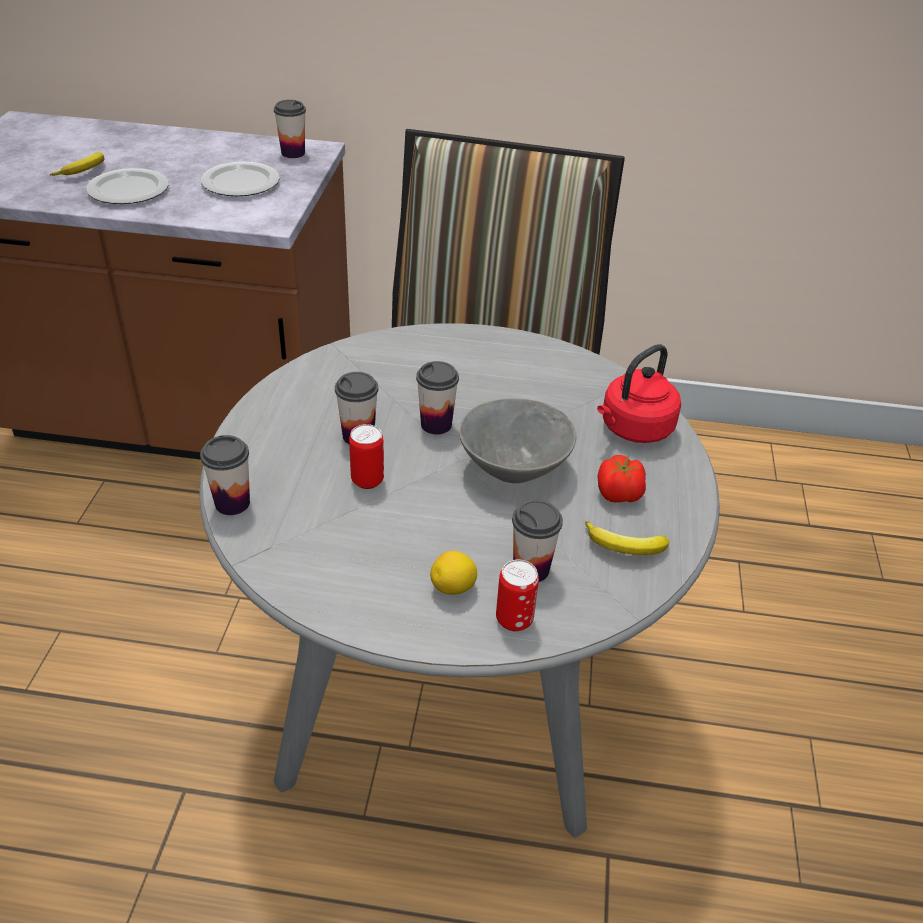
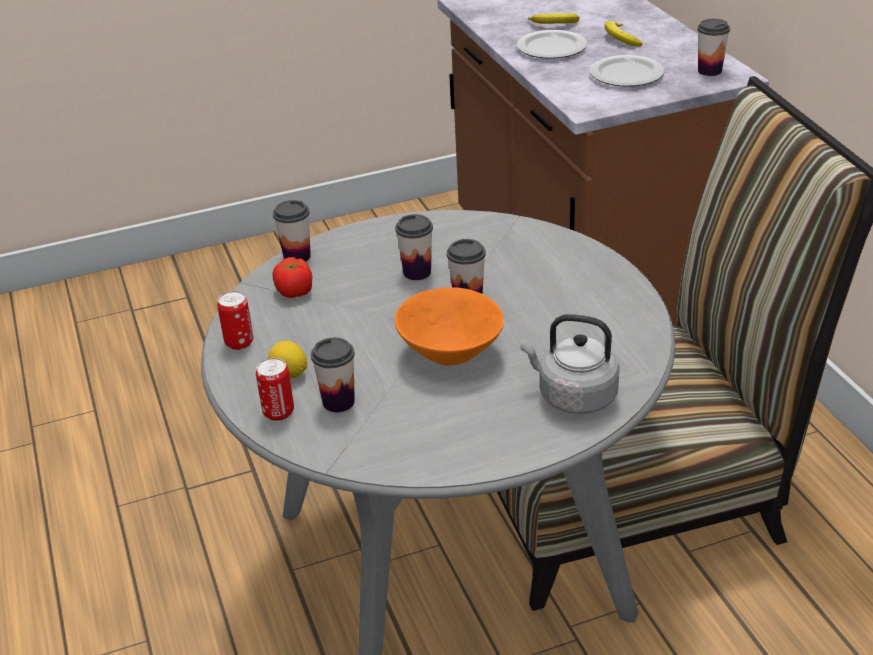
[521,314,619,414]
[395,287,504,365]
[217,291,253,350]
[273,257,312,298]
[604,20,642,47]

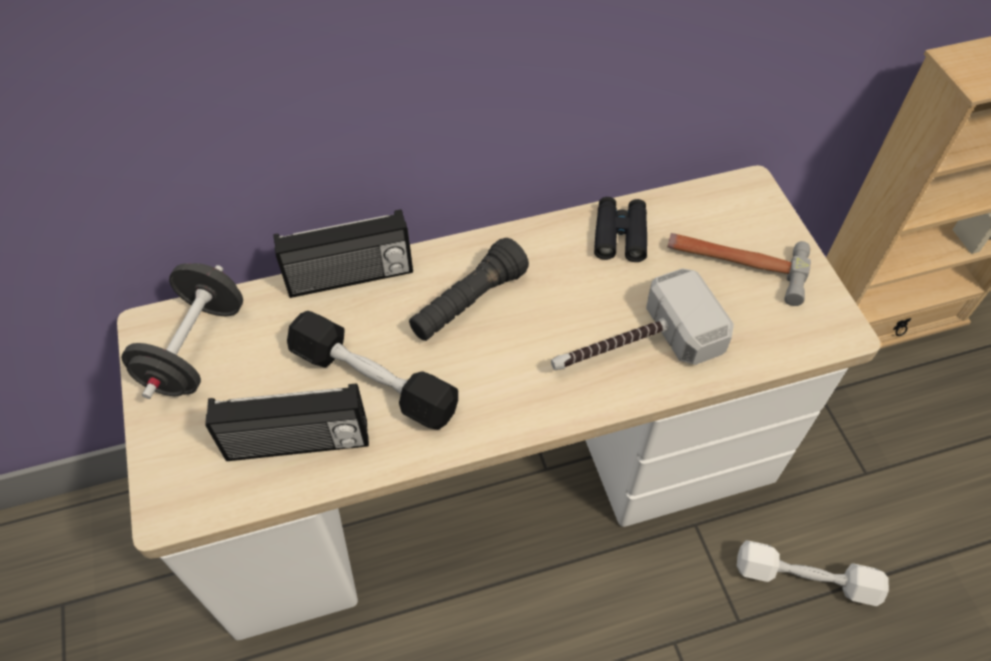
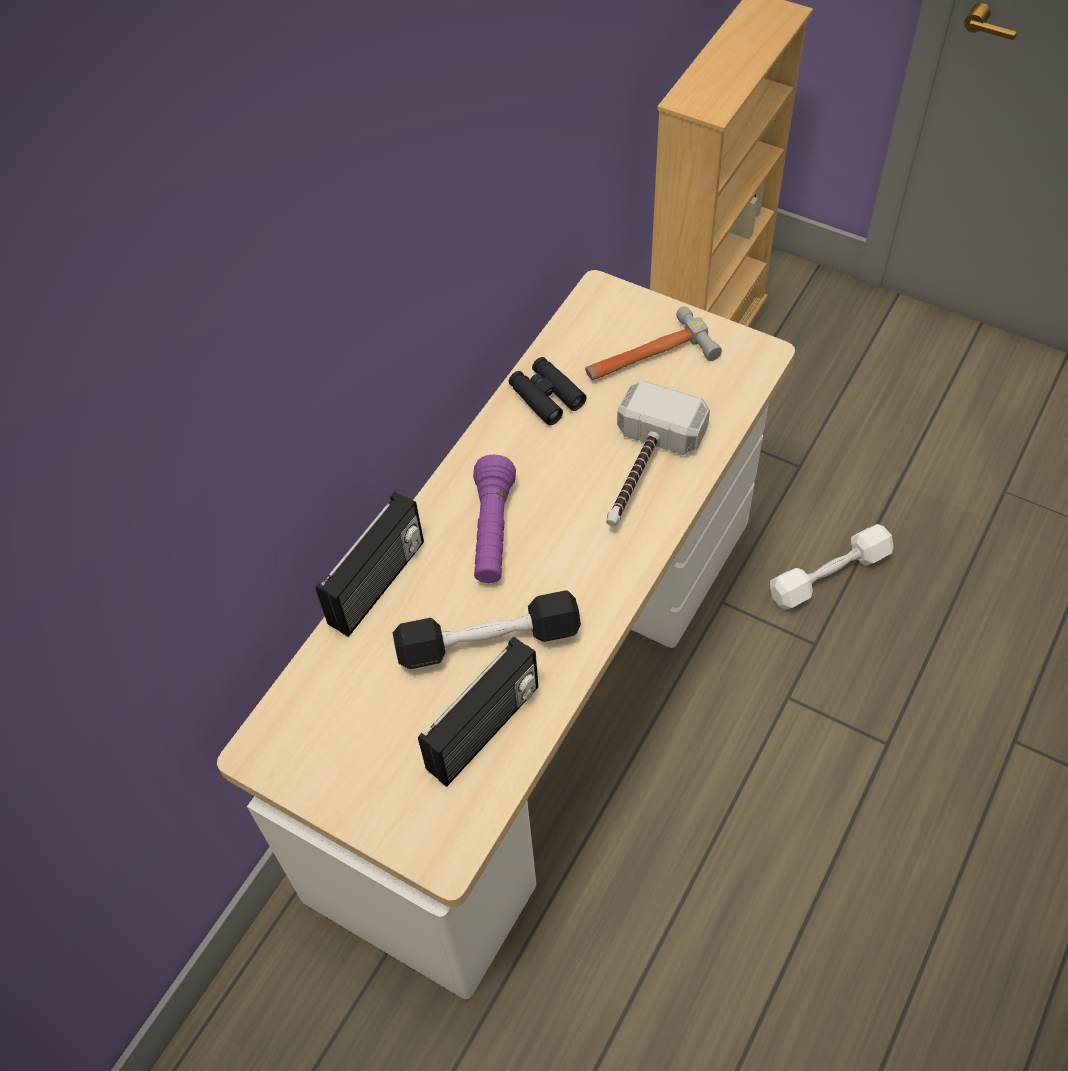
[473,455,516,583]
[121,263,243,399] (first image)

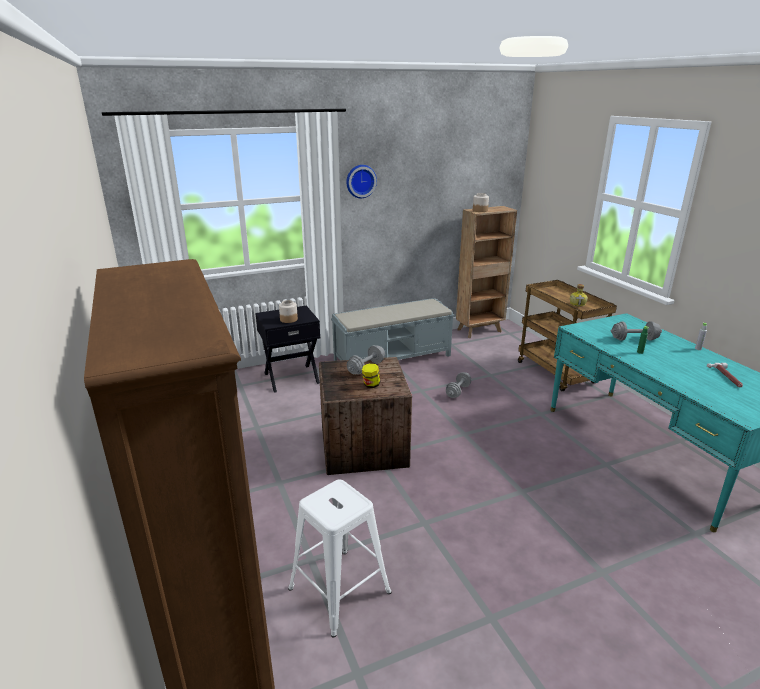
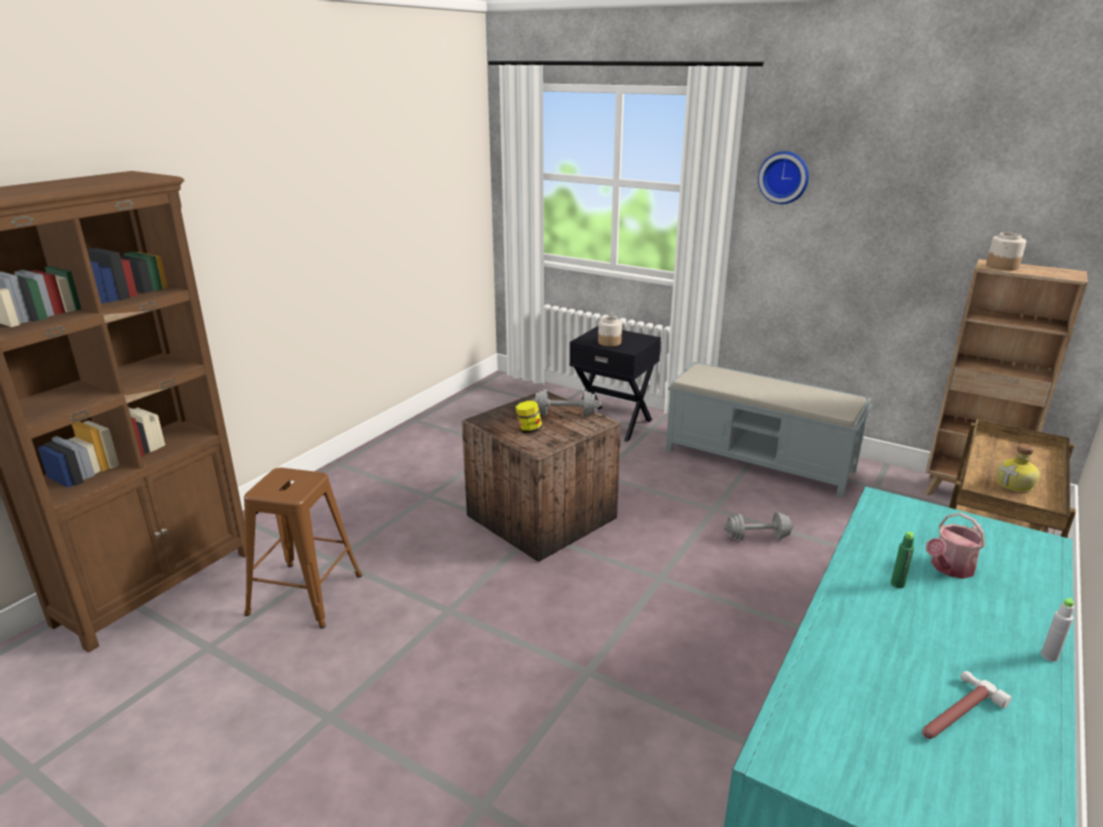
[926,513,985,579]
[244,468,363,629]

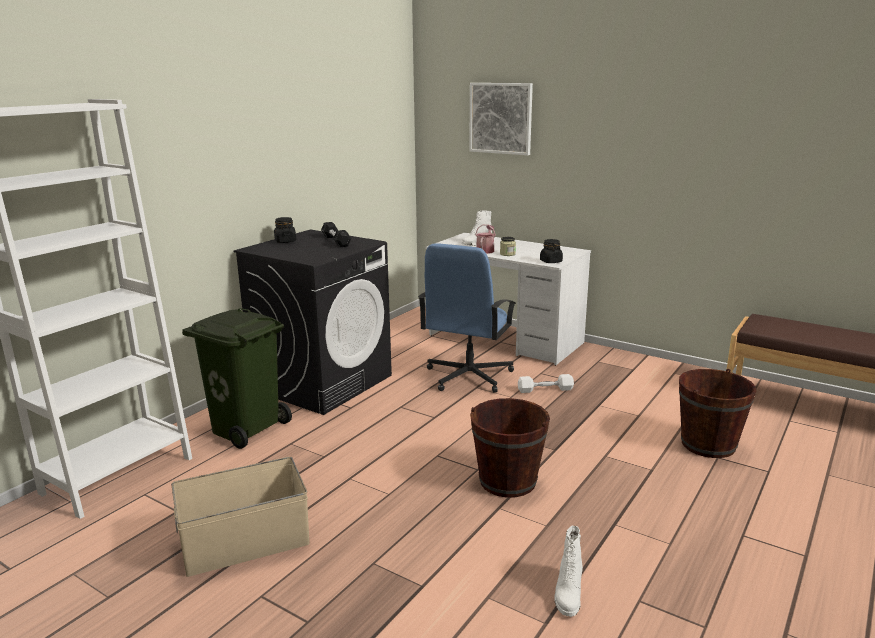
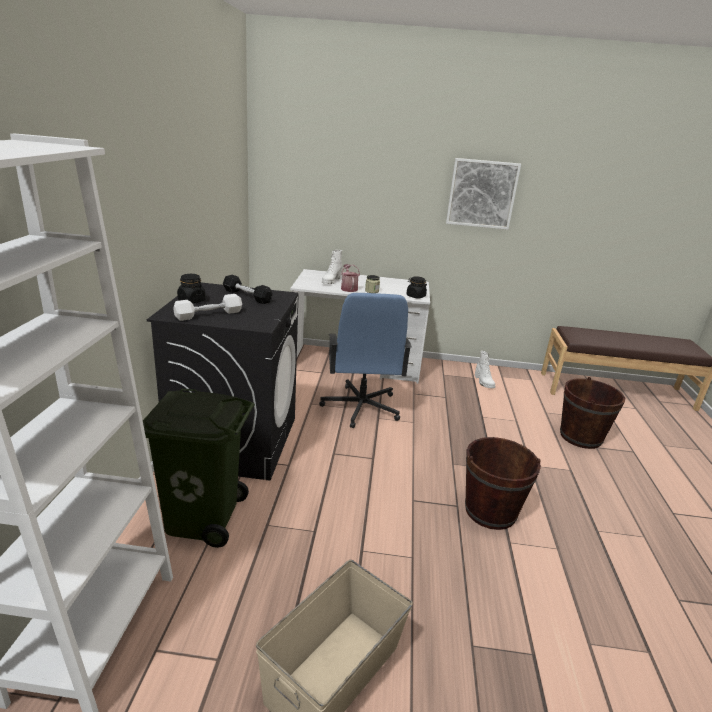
[446,158,521,230]
[173,294,242,321]
[475,351,495,388]

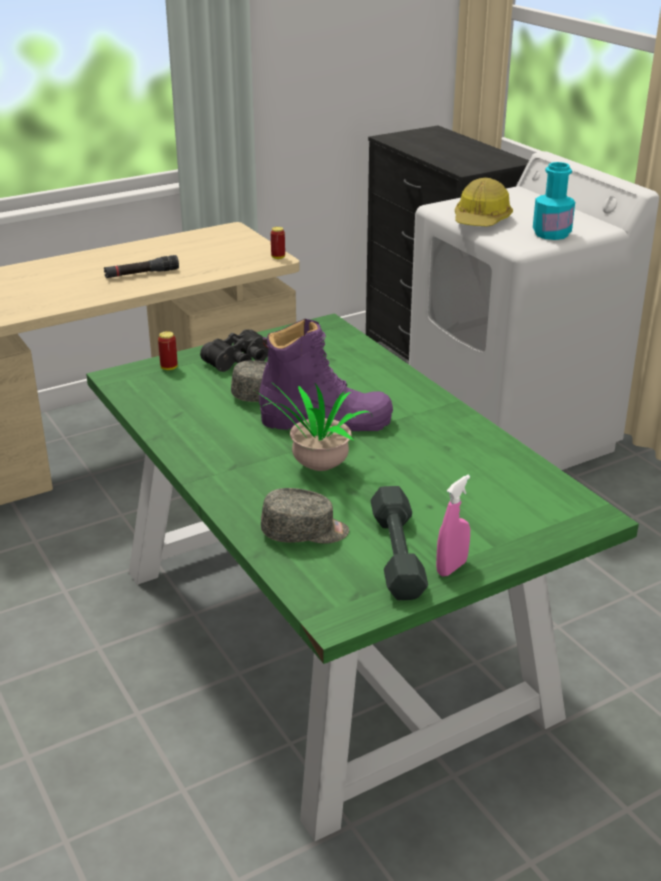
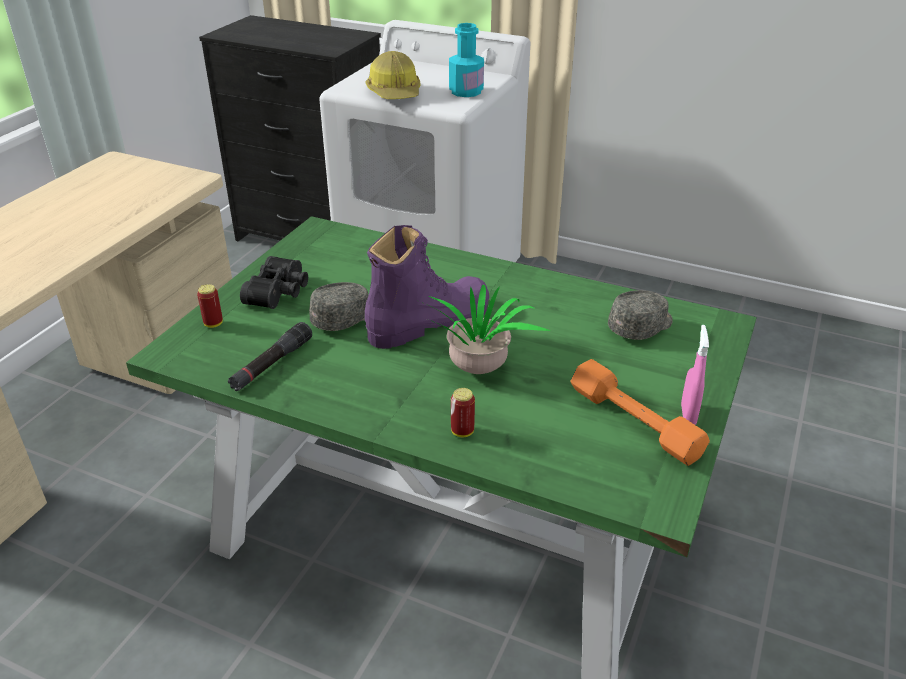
[451,388,475,437]
[228,322,312,391]
[570,359,710,466]
[608,290,673,340]

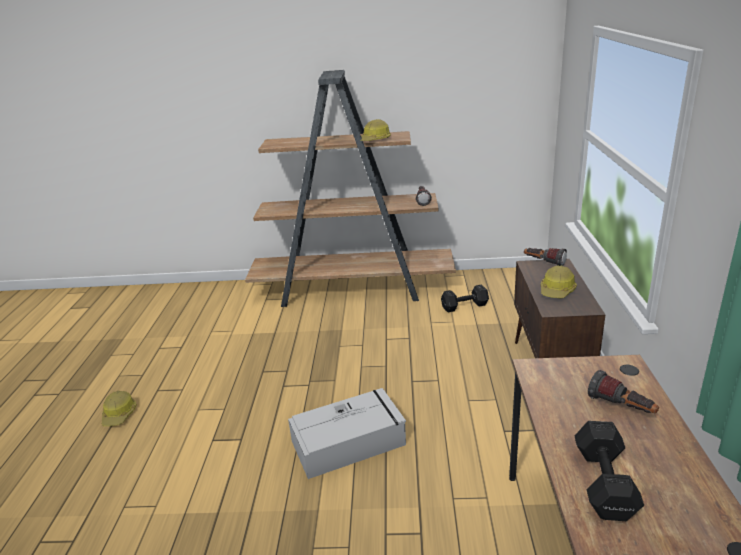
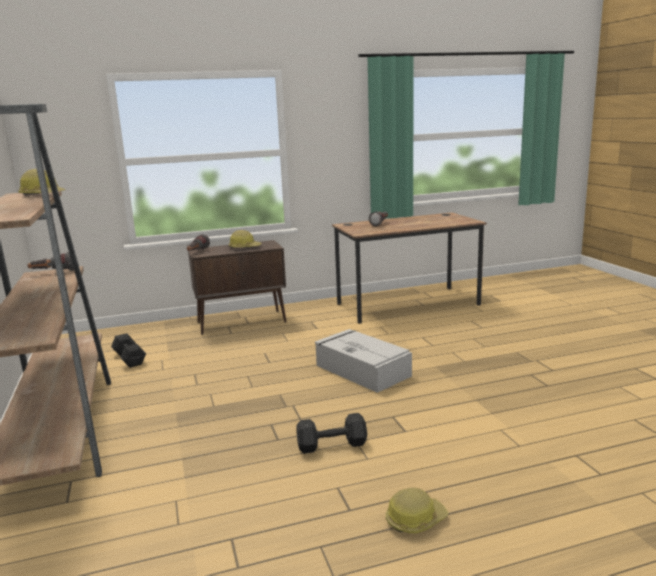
[296,413,367,454]

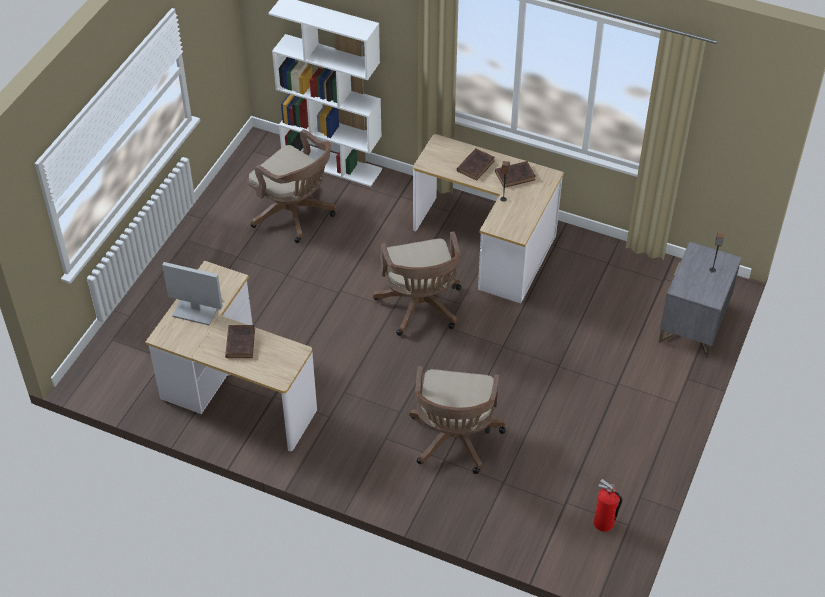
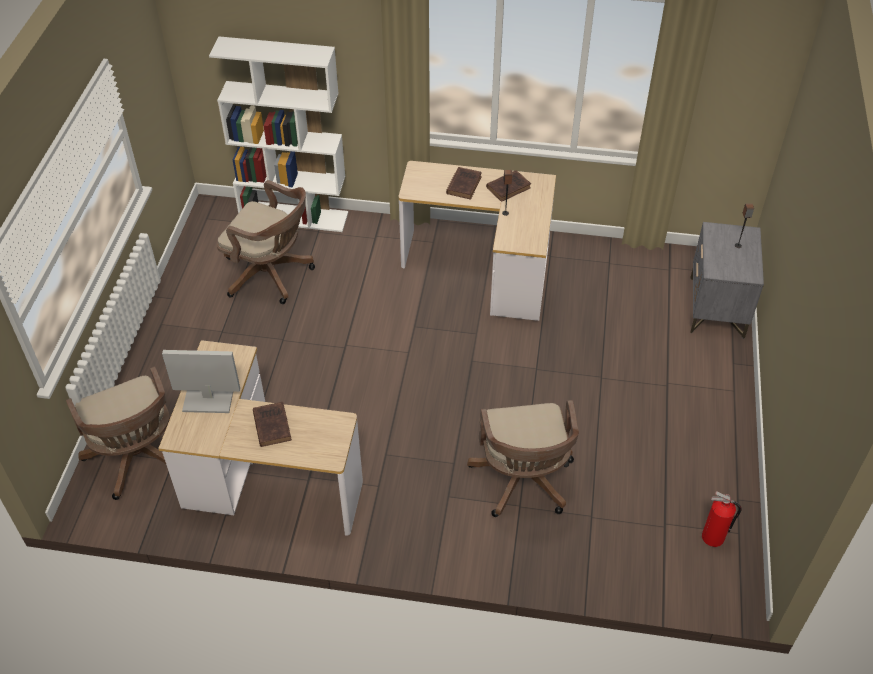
[66,366,171,500]

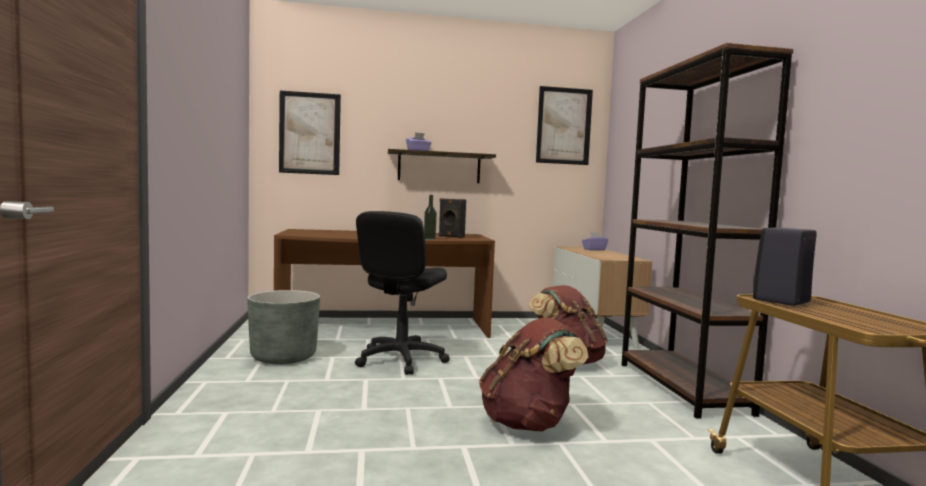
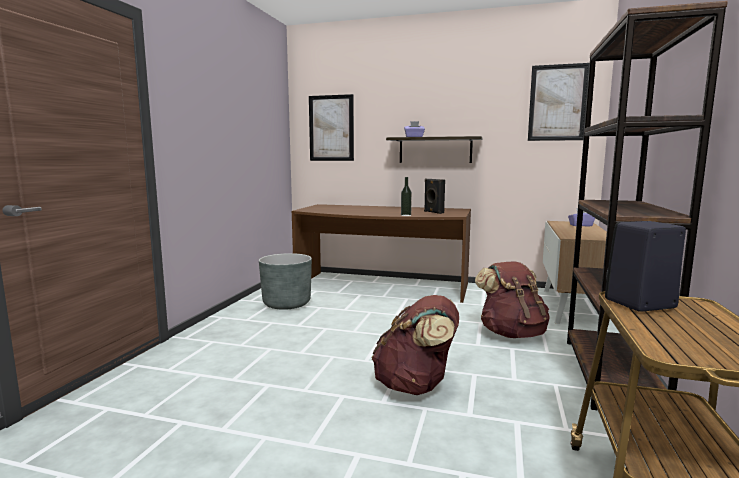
[355,211,450,375] (first image)

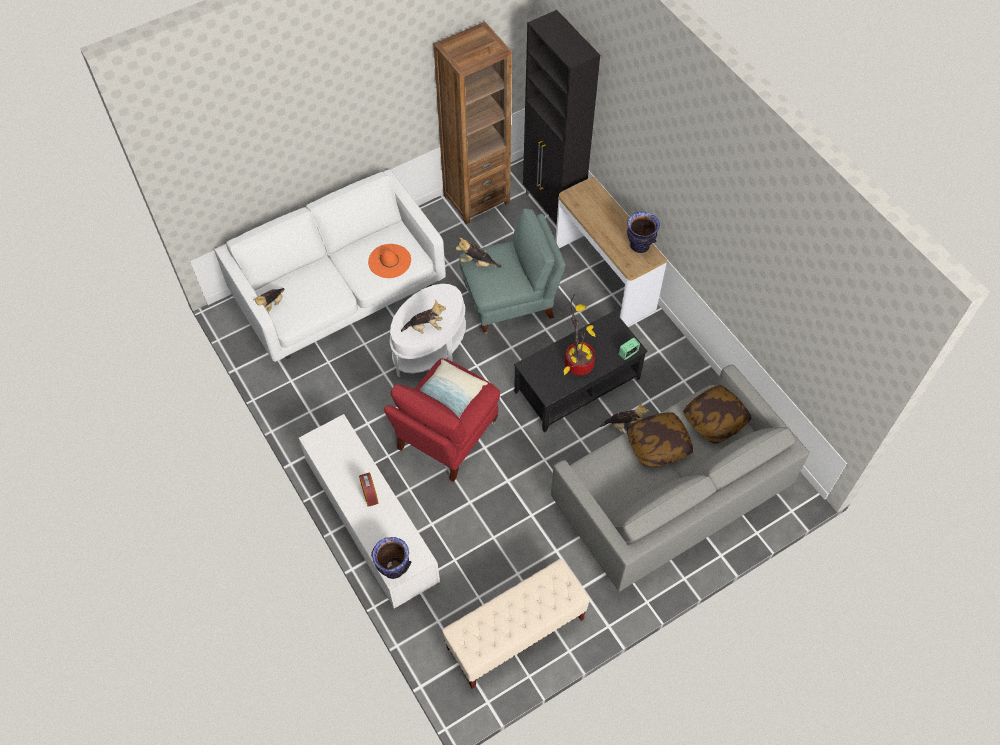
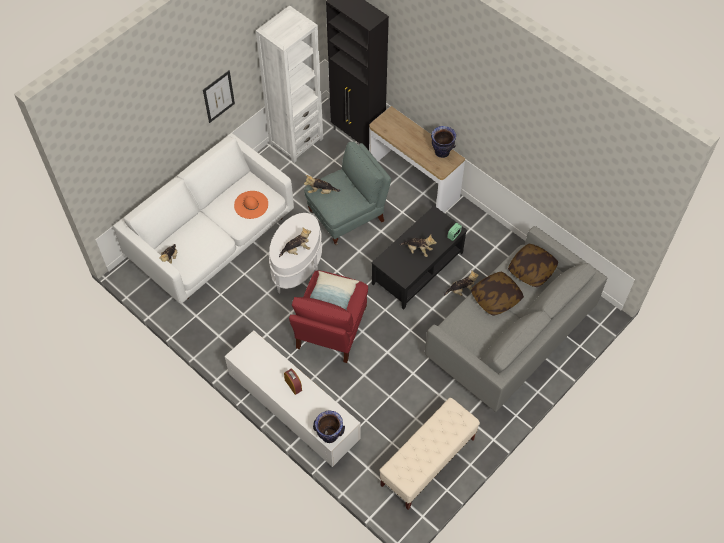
[256,5,323,163]
[400,235,437,257]
[203,71,235,123]

